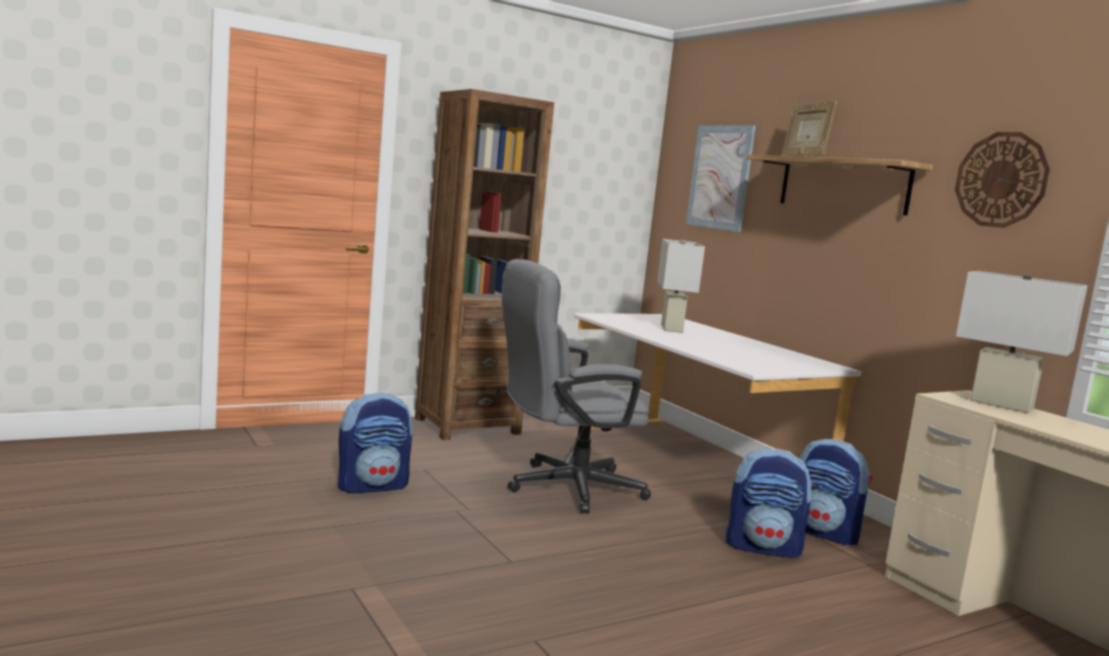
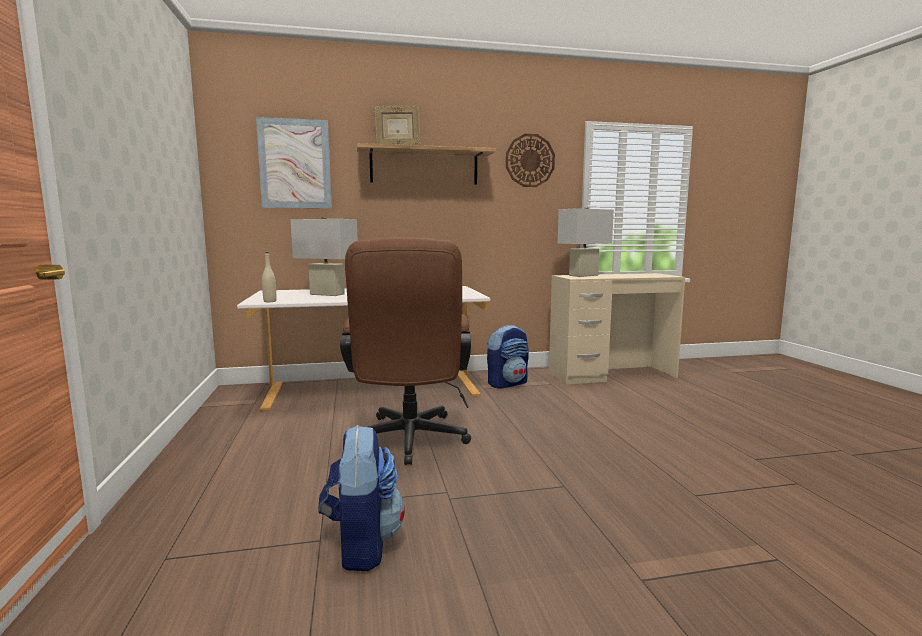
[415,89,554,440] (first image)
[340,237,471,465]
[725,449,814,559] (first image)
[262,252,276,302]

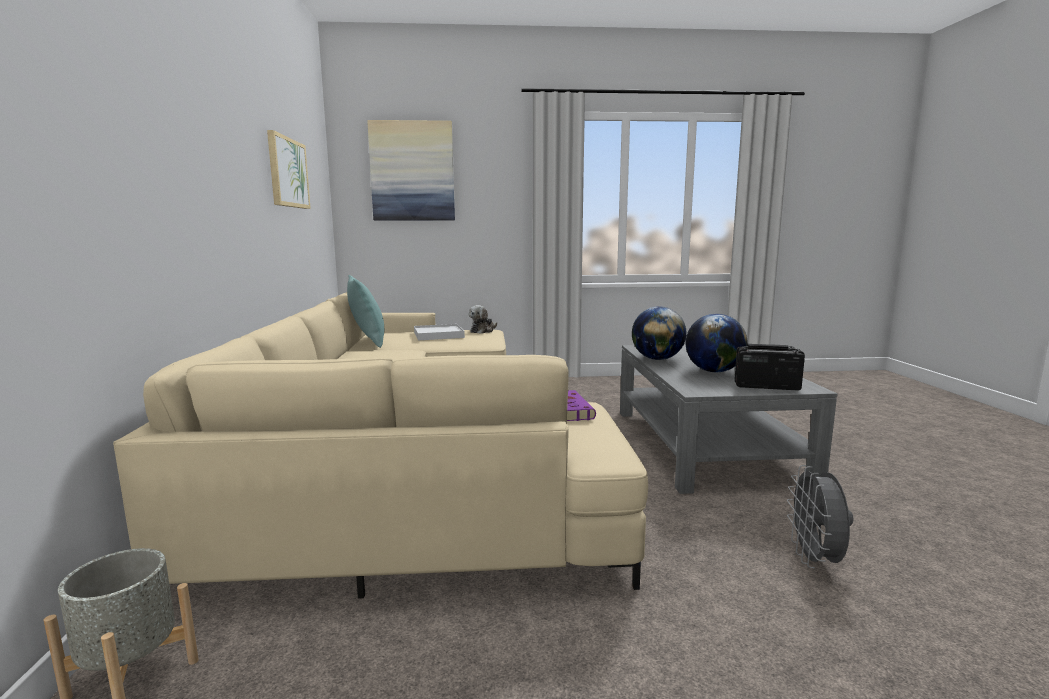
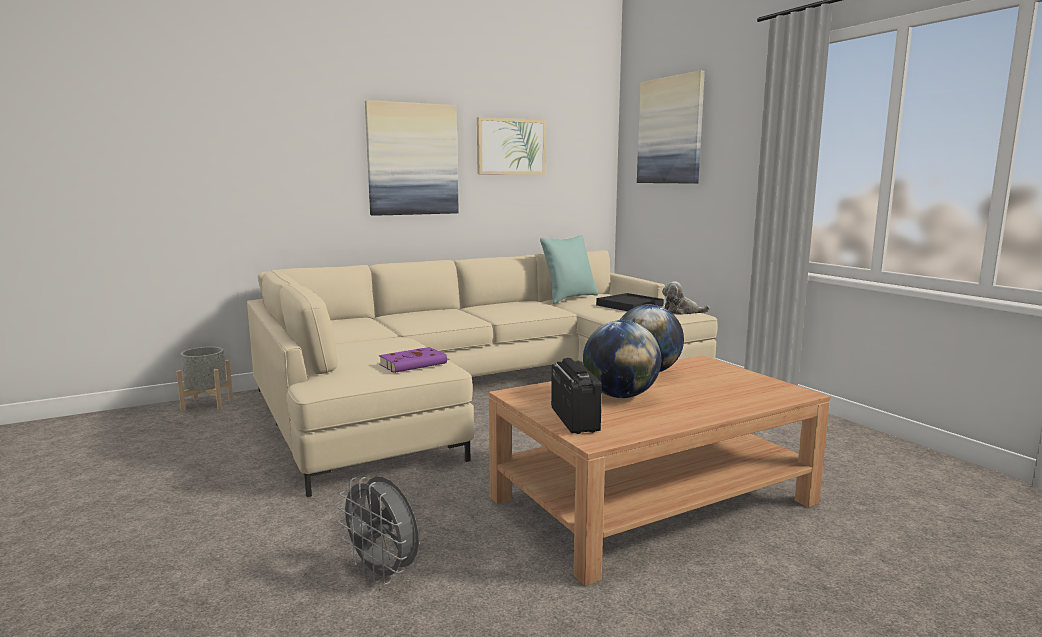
[596,293,664,311]
[489,355,830,586]
[337,476,419,585]
[365,100,459,216]

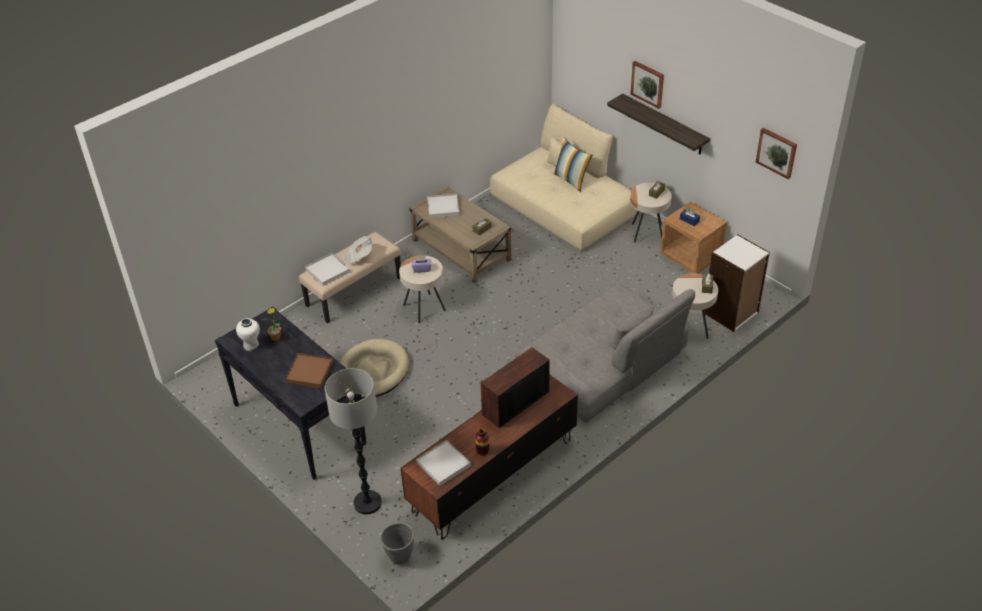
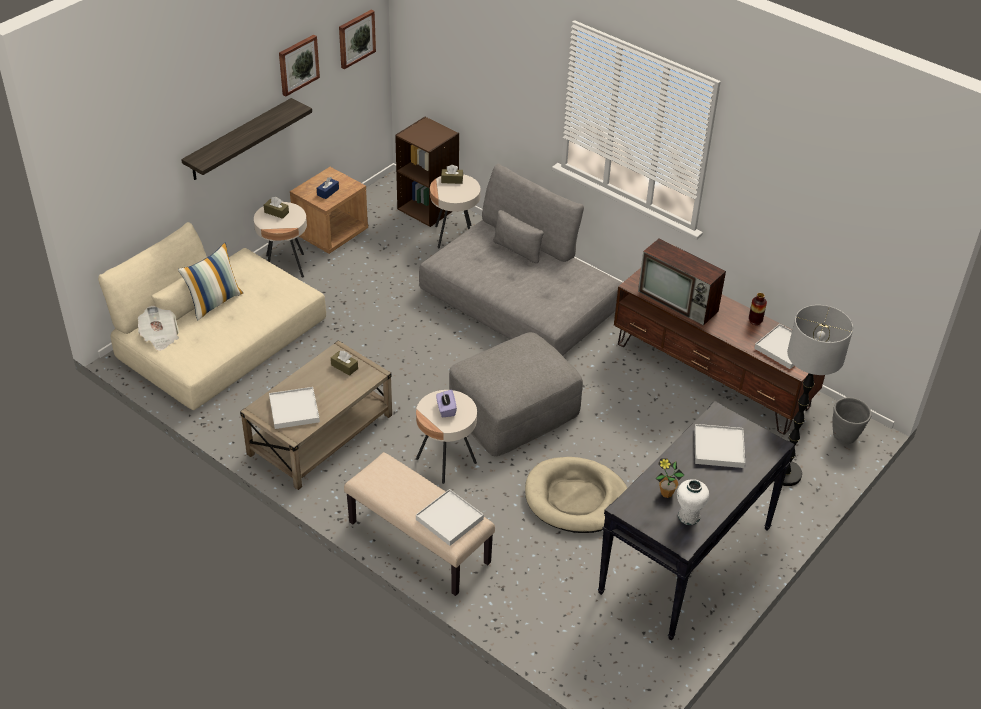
[279,34,320,96]
[395,117,459,227]
[138,306,179,351]
[694,424,745,468]
[449,332,583,456]

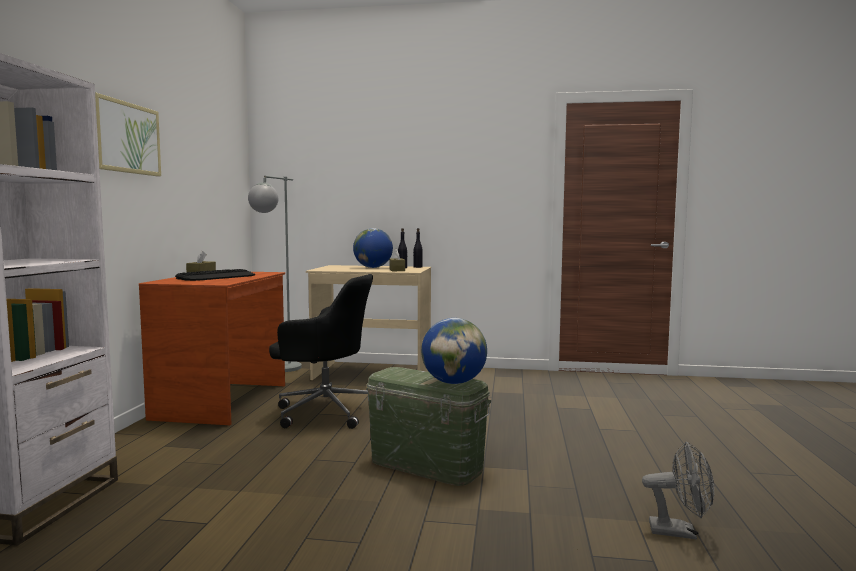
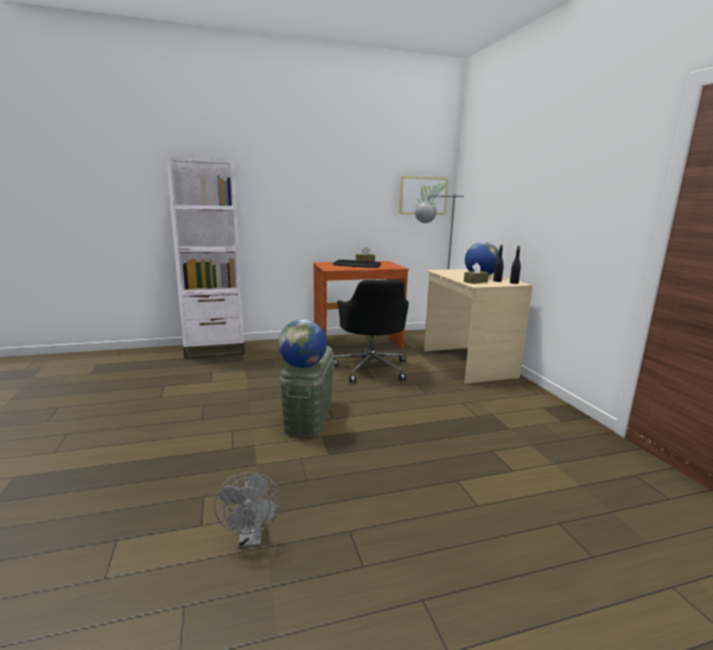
[399,176,448,215]

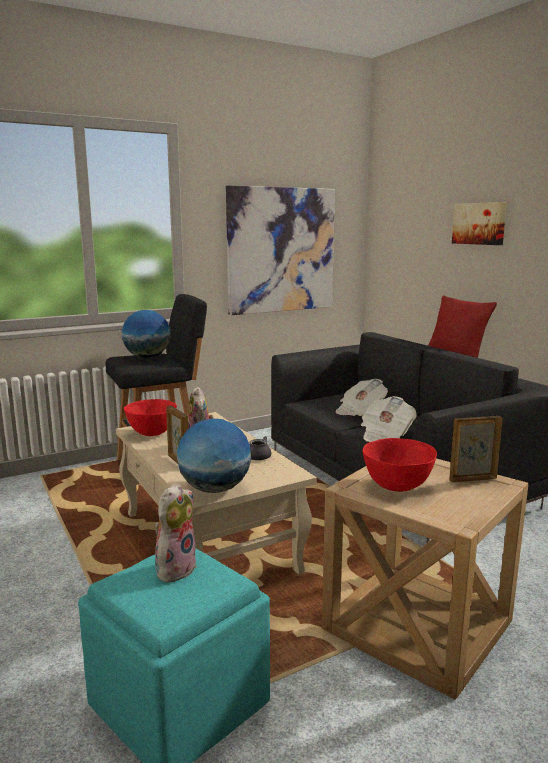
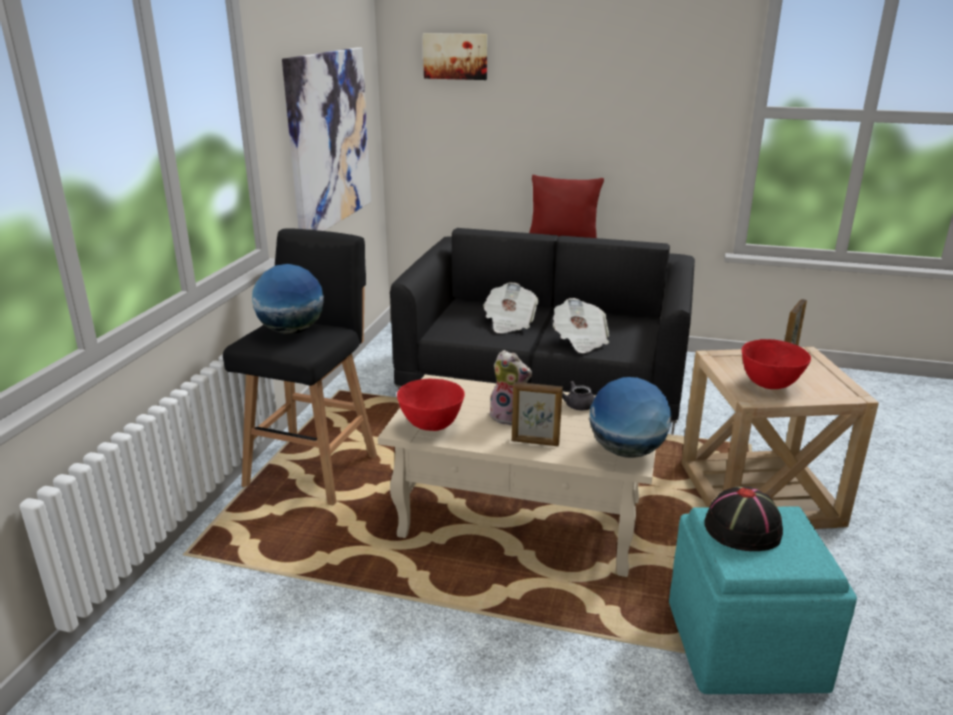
[423,33,487,80]
[704,486,783,551]

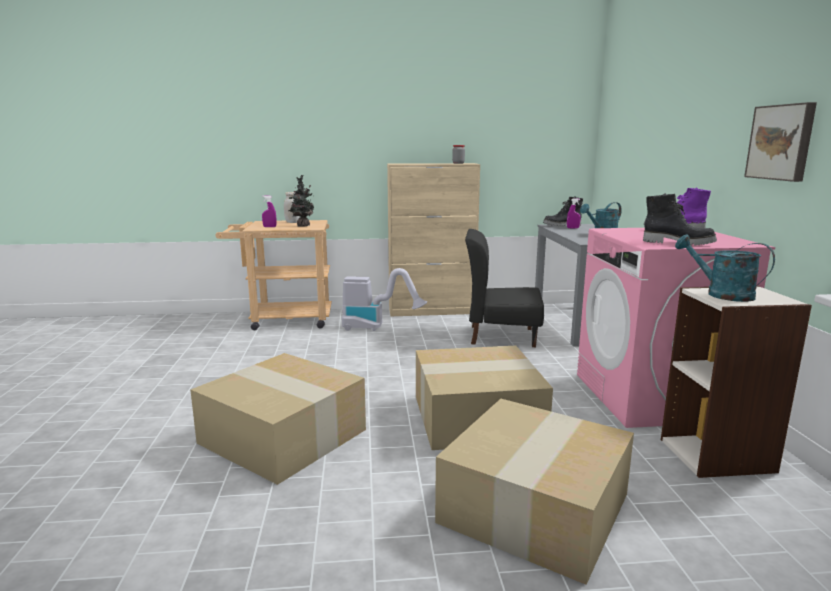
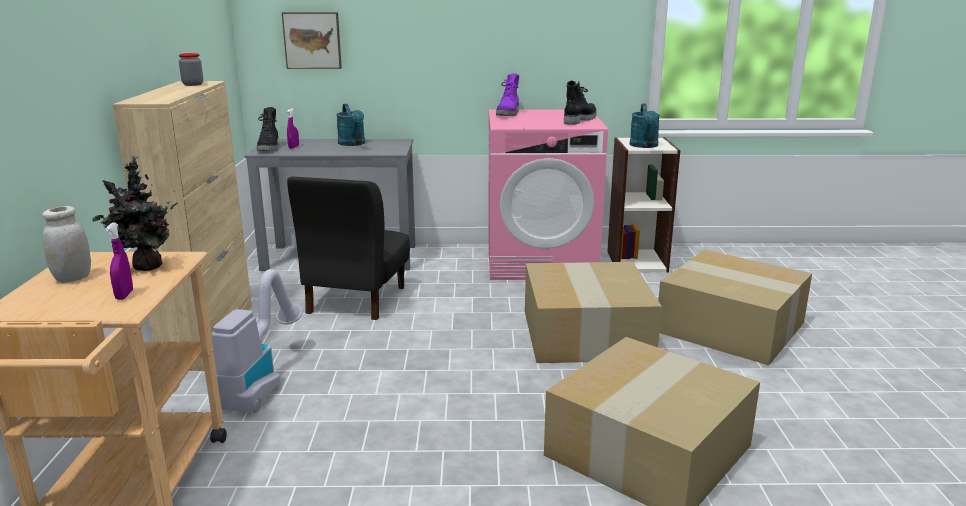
[282,12,342,69]
[630,103,660,148]

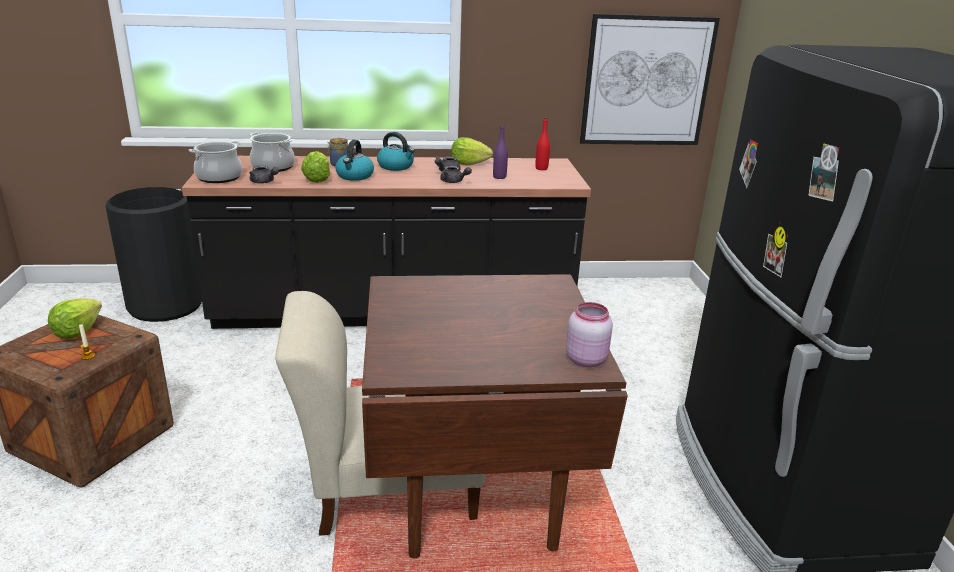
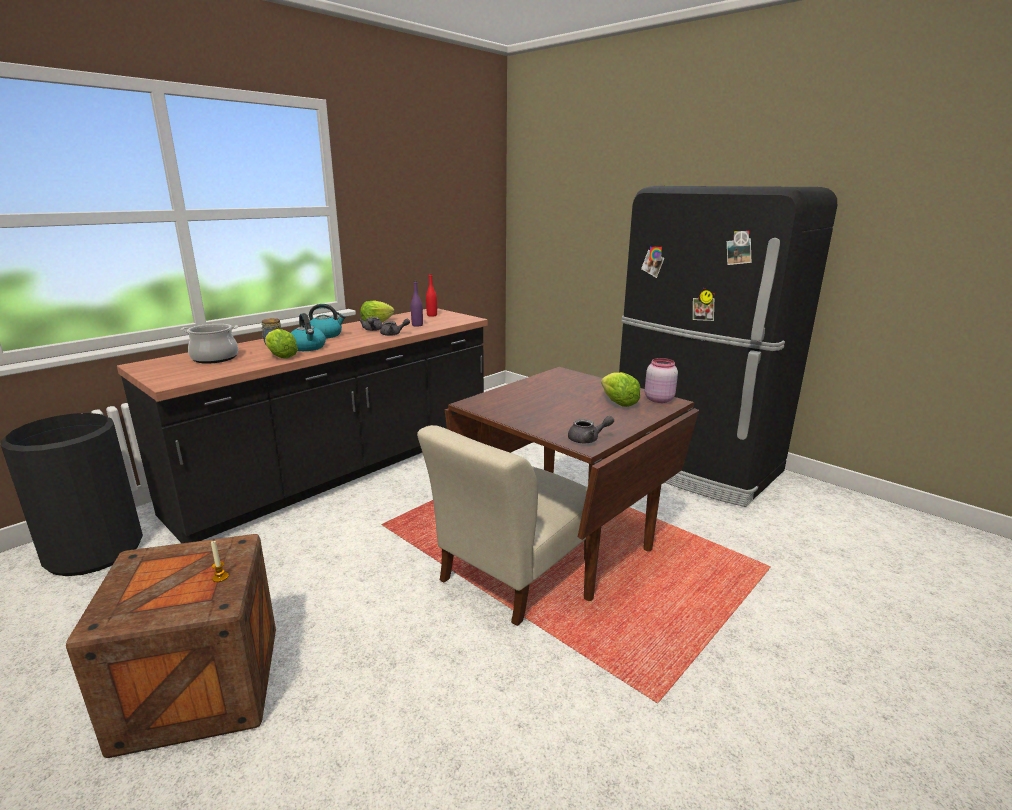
[580,14,720,145] (first image)
[189,141,242,183] (first image)
[568,416,614,443]
[601,372,640,407]

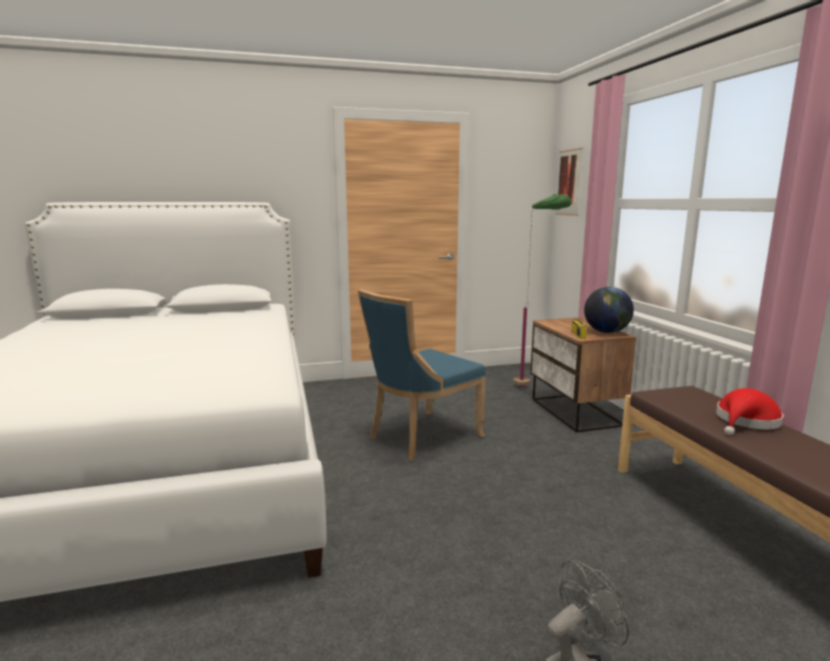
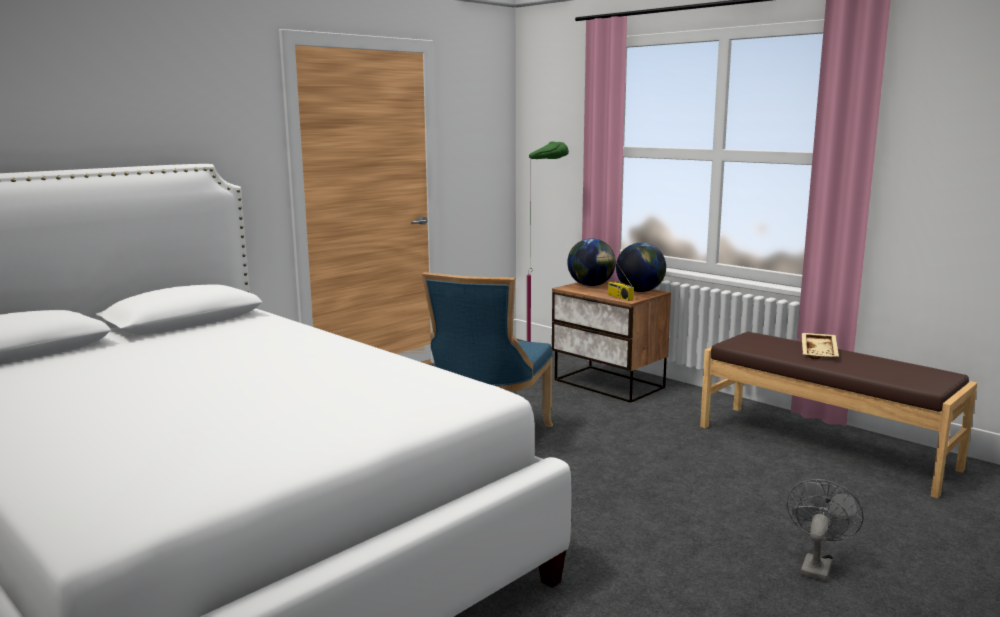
[556,148,583,216] (first image)
[802,333,839,359]
[567,238,616,286]

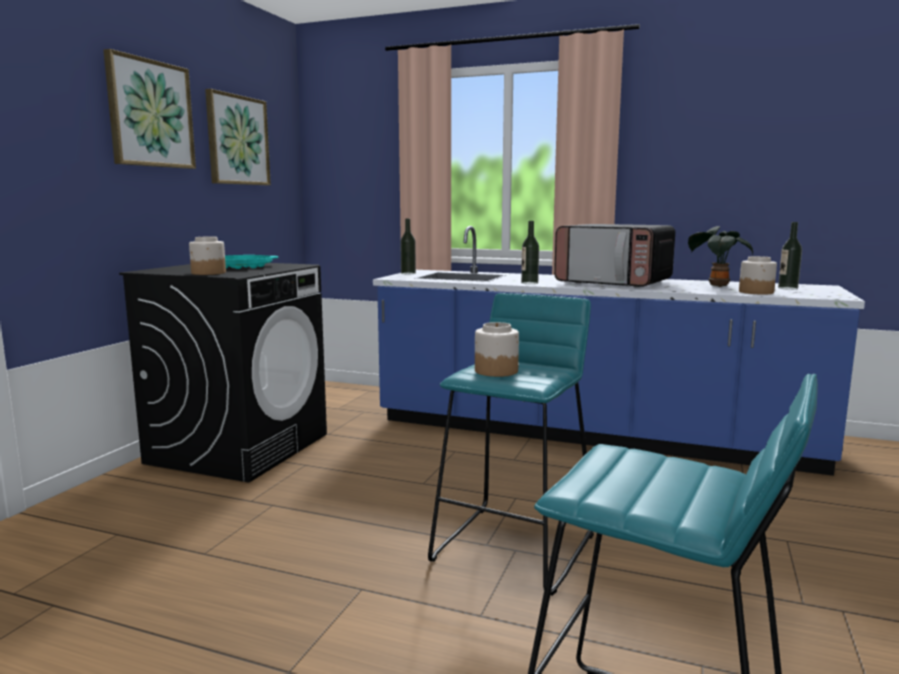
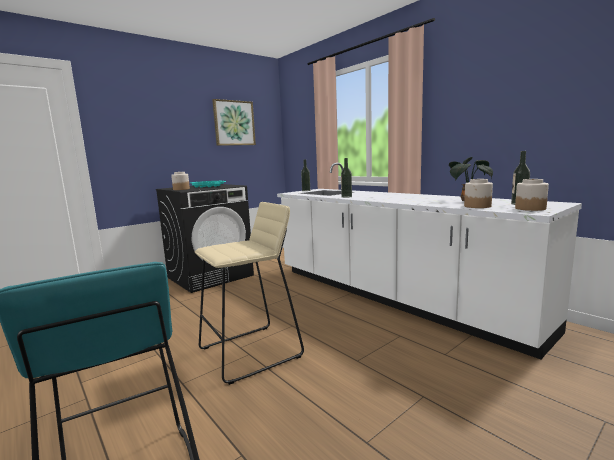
[103,49,196,169] (first image)
[554,224,675,288] (first image)
[277,162,582,359]
[195,202,304,385]
[515,179,549,211]

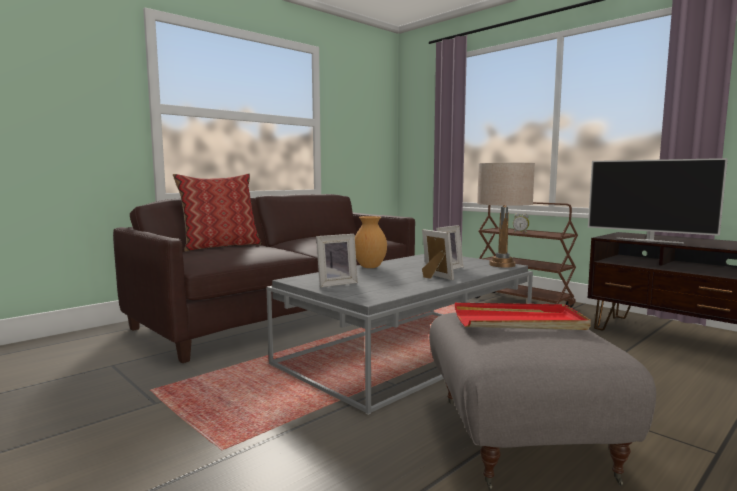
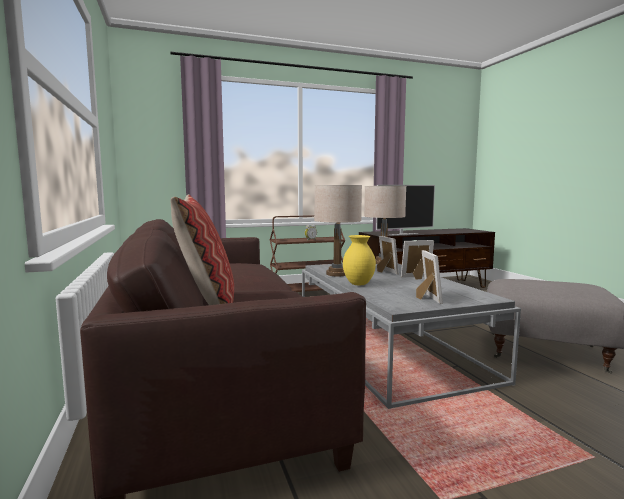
[343,235,376,285]
[455,303,591,330] (first image)
[314,185,362,276]

